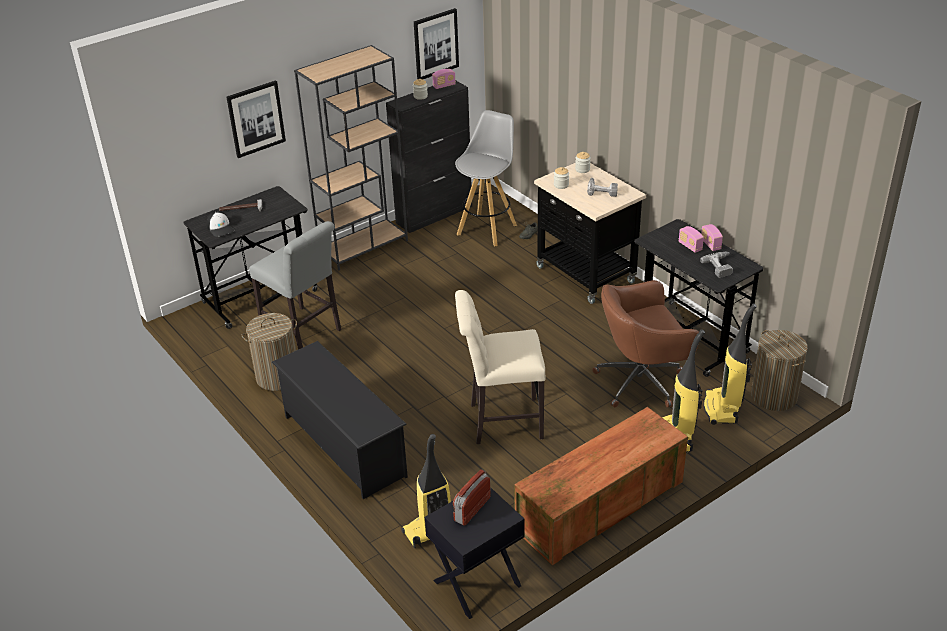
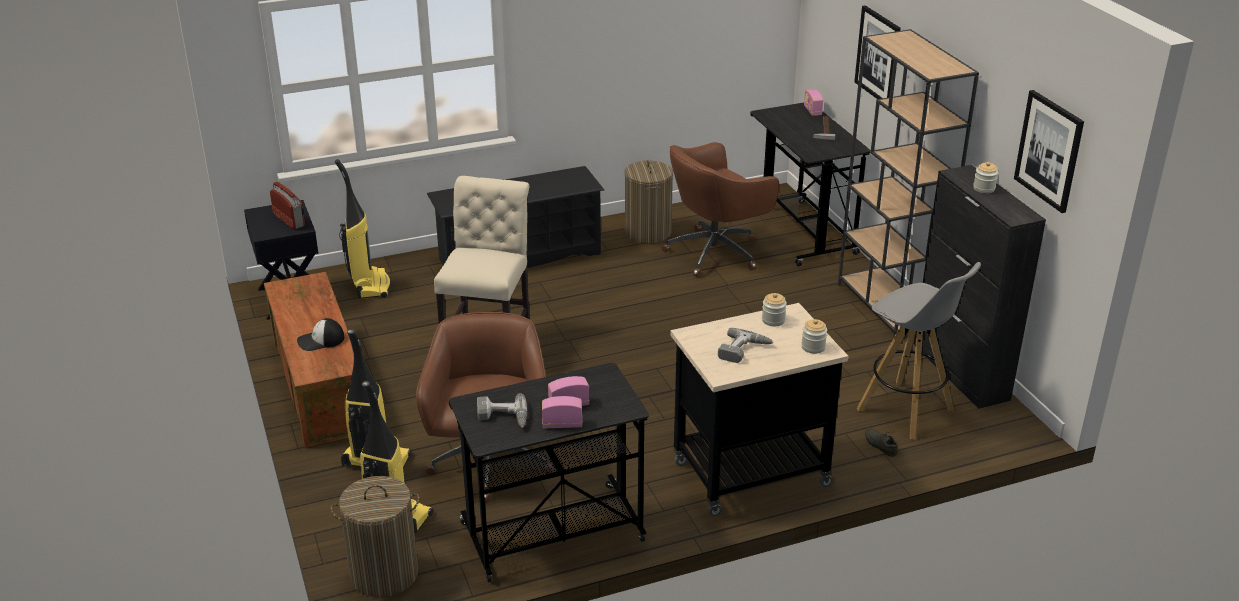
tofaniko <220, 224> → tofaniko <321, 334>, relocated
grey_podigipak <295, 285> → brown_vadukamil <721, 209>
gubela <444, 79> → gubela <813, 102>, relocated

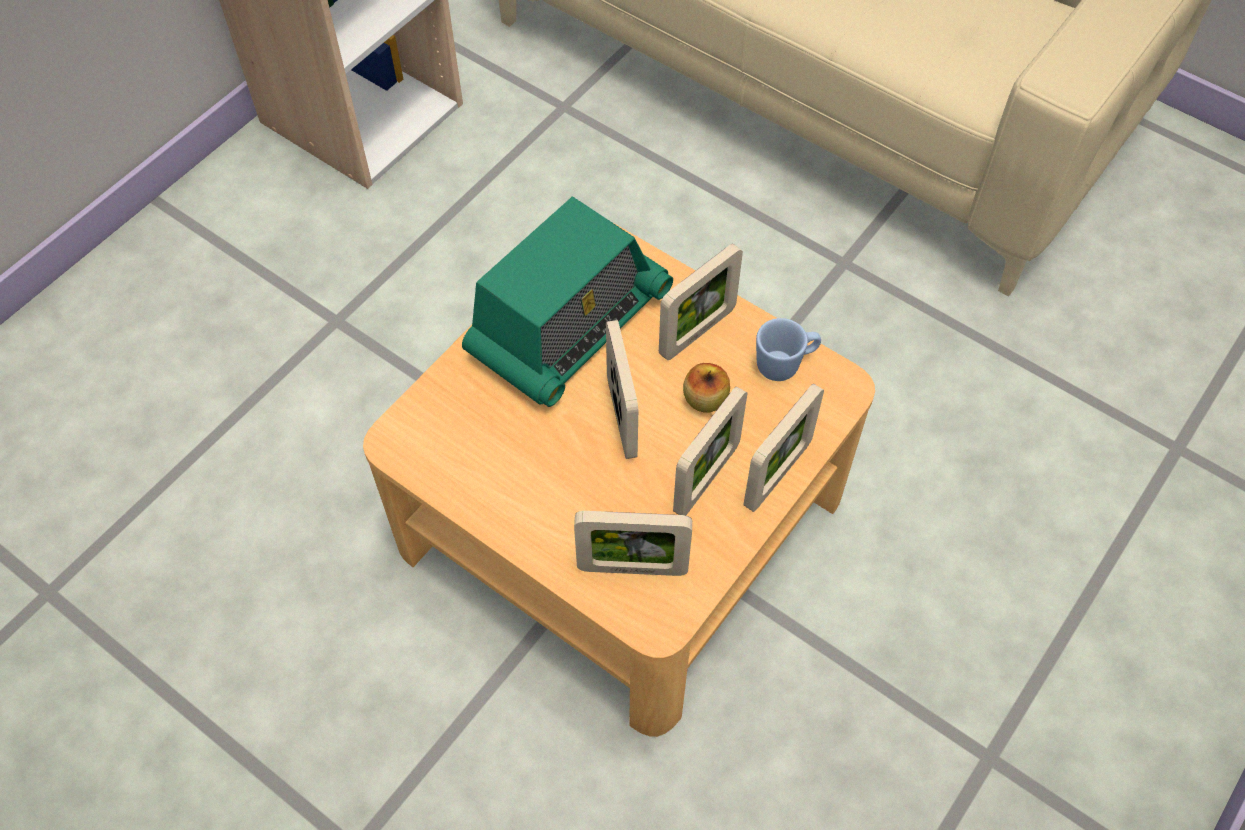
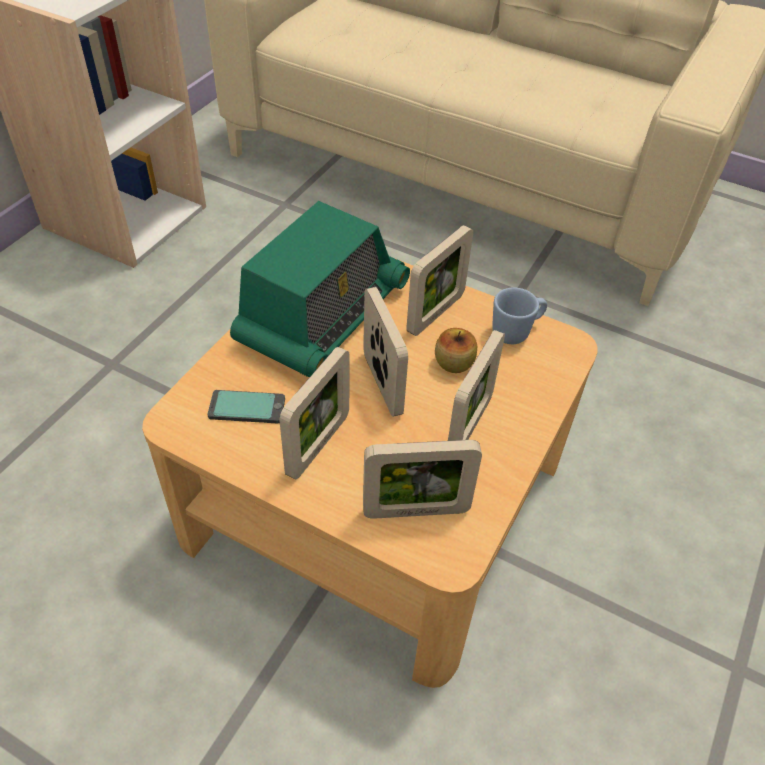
- → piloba <246, 407>
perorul <783, 448> → perorul <314, 413>, relocated

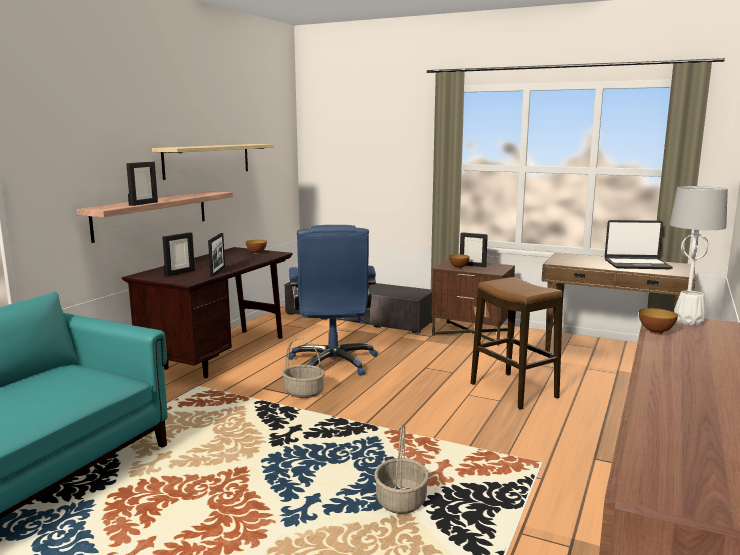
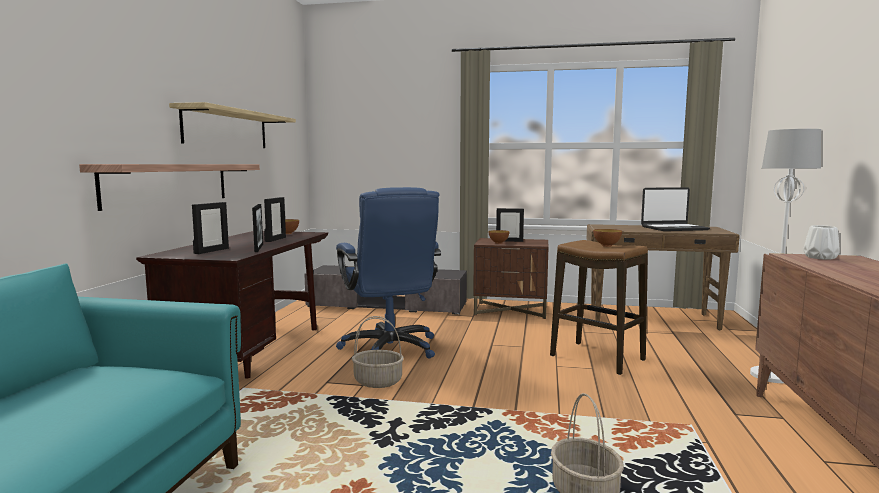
perorul <142, 184> → perorul <275, 219>, relocated
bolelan <658, 321> → bolelan <607, 238>, relocated

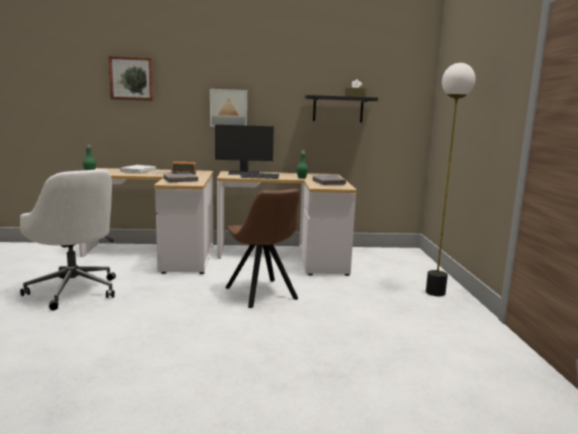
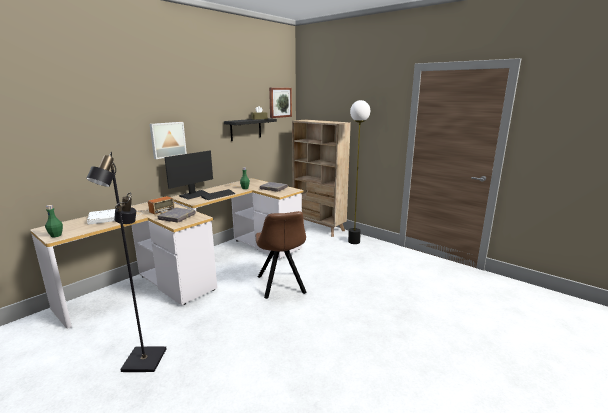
white_vadukamil <68, 239> → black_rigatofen <126, 262>
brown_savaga <262, 248> → brown_savaga <281, 255>, 60 degrees clockwise
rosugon <130, 78> → rosugon <280, 102>, relocated
- → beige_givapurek <321, 178>

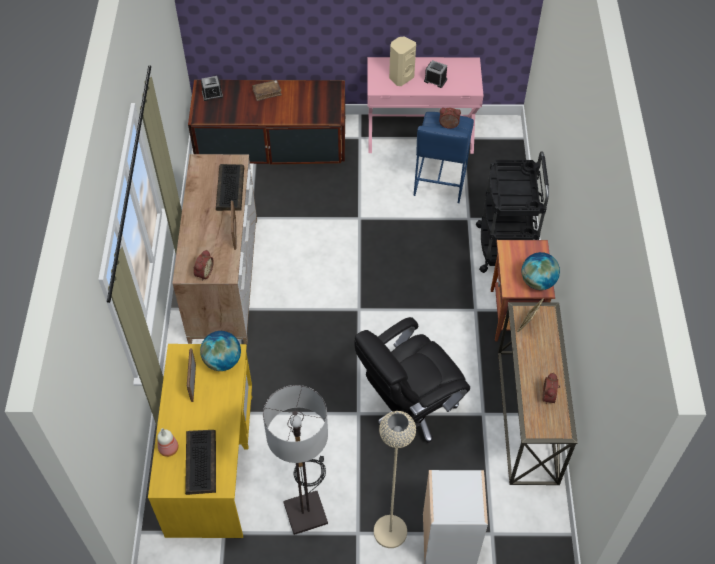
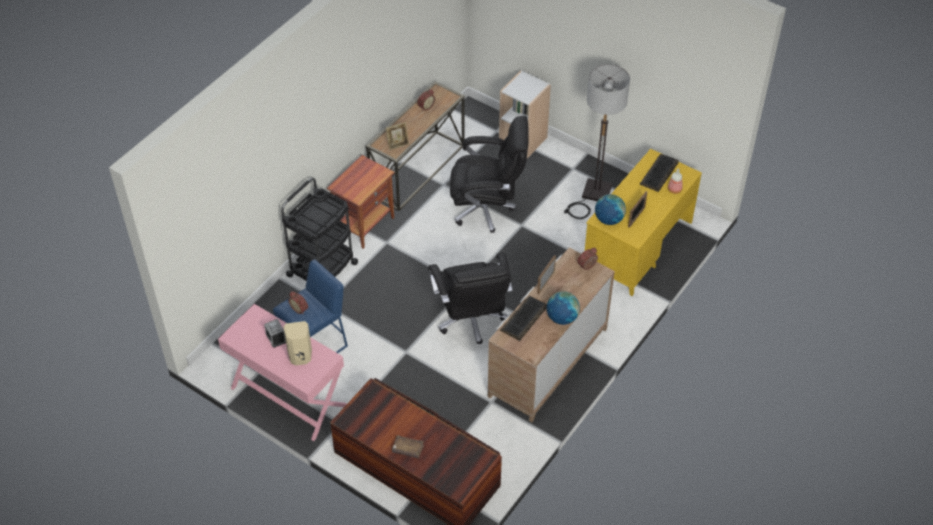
- → black_vadukamil <470, 298>
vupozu <541, 271> → vupozu <563, 308>, relocated
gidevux <212, 88> → -
beige_rigatofen <395, 479> → -

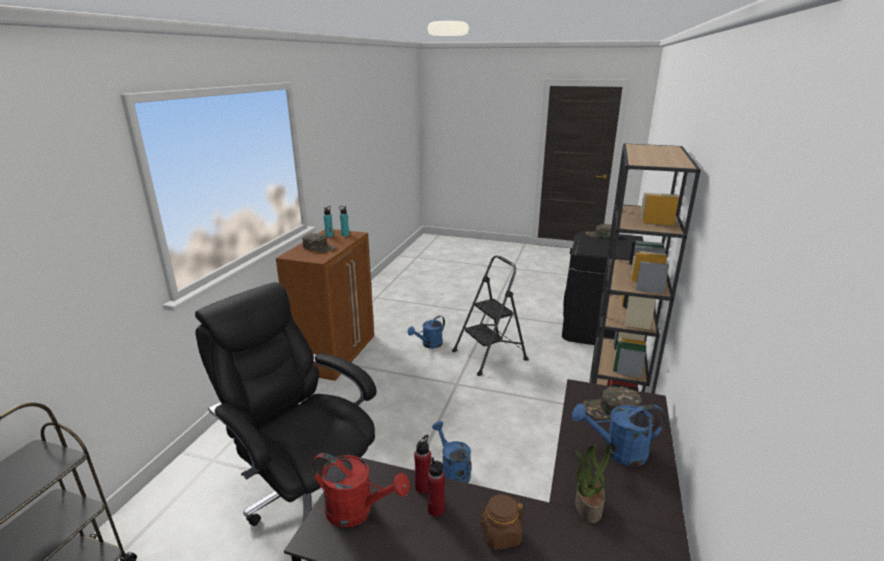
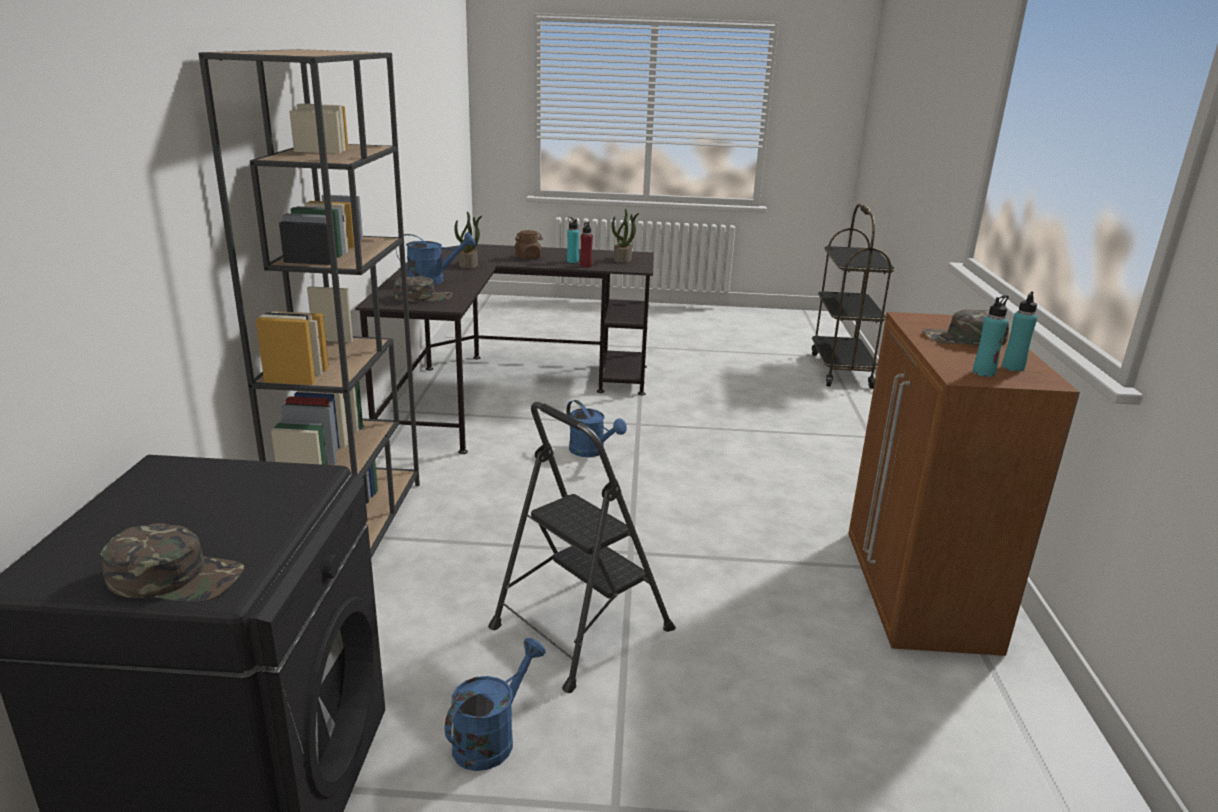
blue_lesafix <426, 332> → blue_lesafix <495, 704>, relocated
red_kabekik <436, 487> → turquoise_kabekik <573, 240>
red_lesafix <360, 490> → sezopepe <625, 235>
black_vadukamil <286, 404> → -

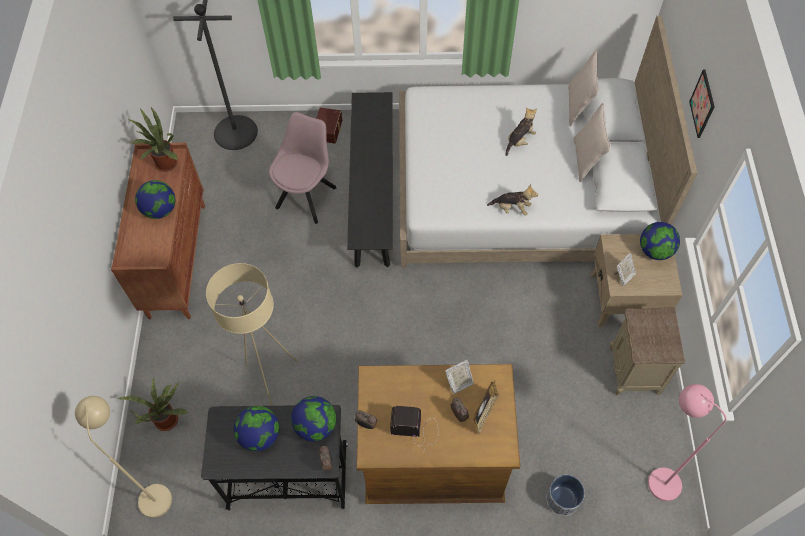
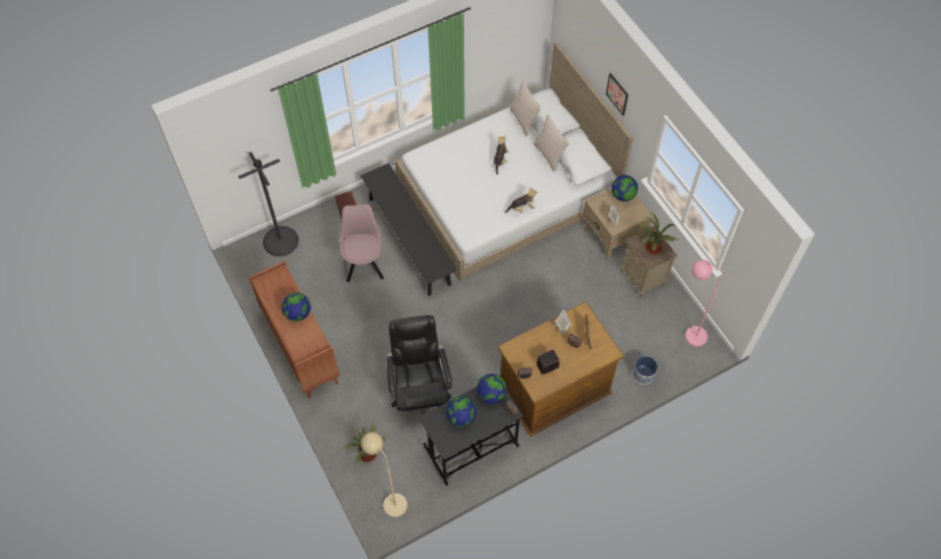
beige_rigatofen <252, 334> → black_vadukamil <419, 365>
sezopepe <153, 139> → sezopepe <658, 234>, relocated

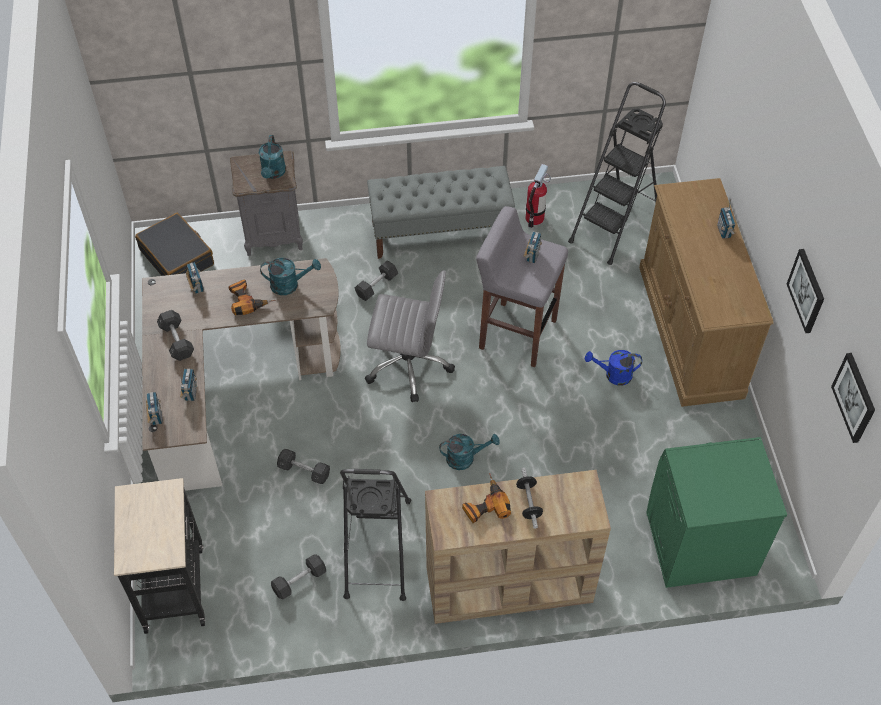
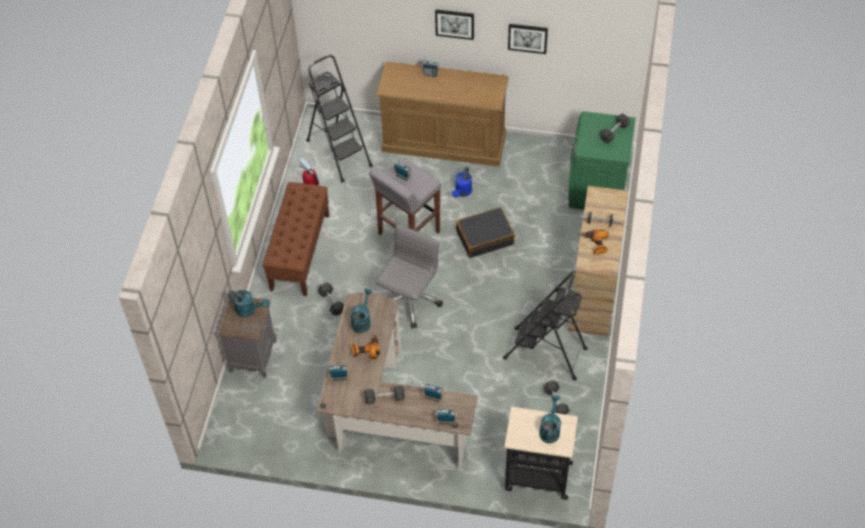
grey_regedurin <441, 212> → brown_regedurin <296, 239>
rosugon <853, 398> → rosugon <454, 24>, relocated
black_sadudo <174, 244> → black_sadudo <485, 232>, relocated
turquoise_lesafix <469, 452> → turquoise_lesafix <550, 419>, relocated
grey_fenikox <303, 466> → grey_fenikox <614, 128>, relocated

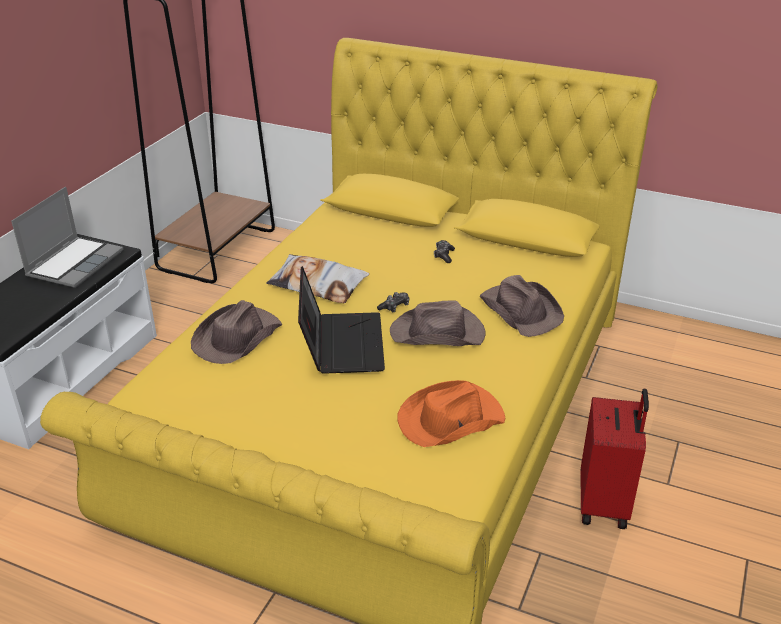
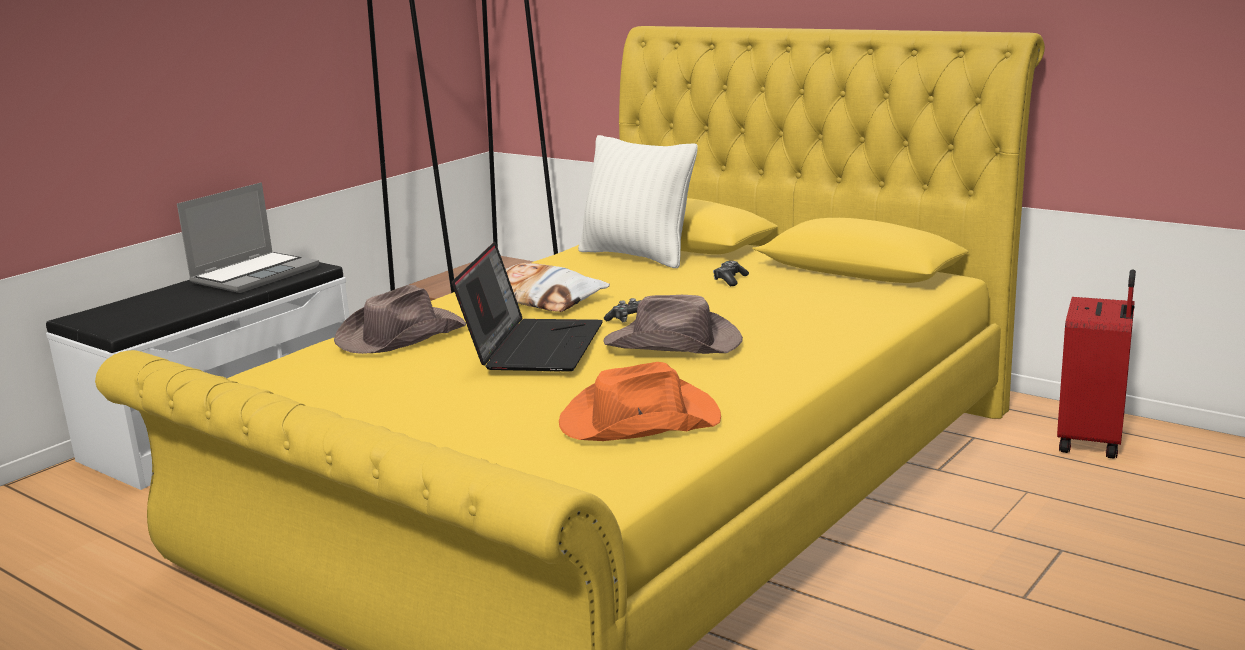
- → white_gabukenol <638, 201>
red_sadudo <614, 459> → red_sadudo <1096, 364>, relocated
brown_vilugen <522, 306> → -

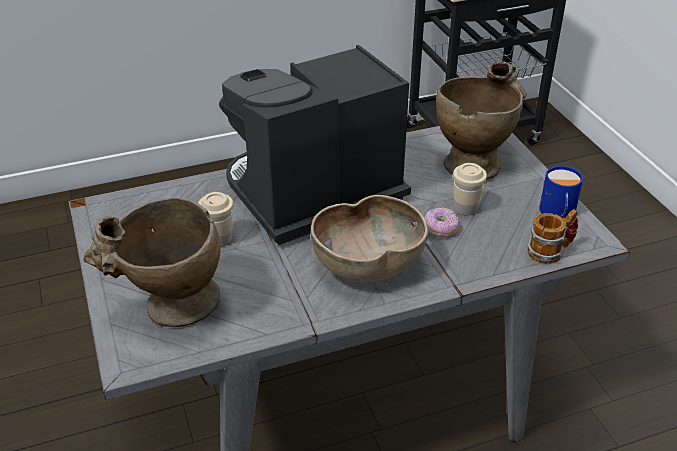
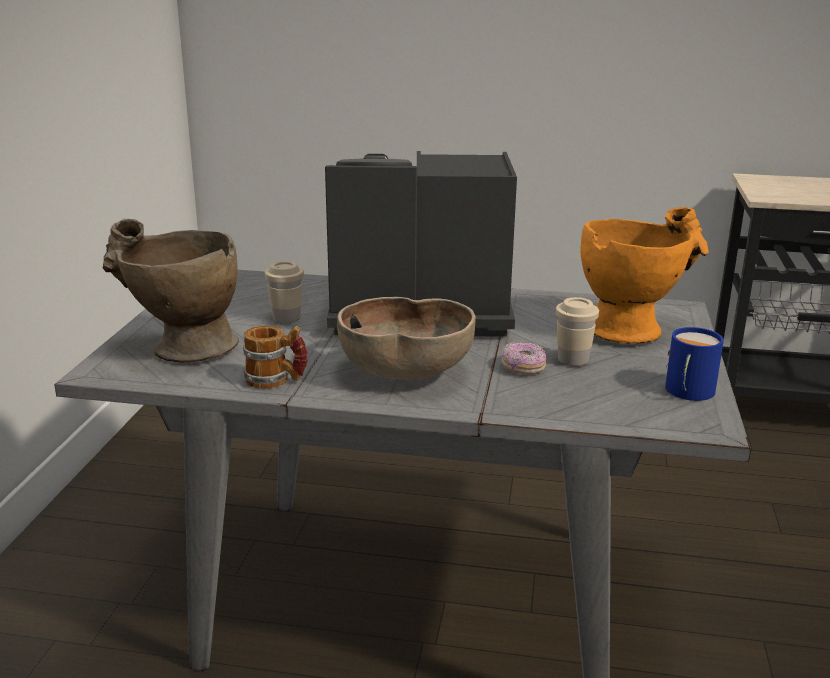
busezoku <552, 236> → busezoku <275, 357>, relocated
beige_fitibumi <481, 121> → orange_fitibumi <644, 275>

